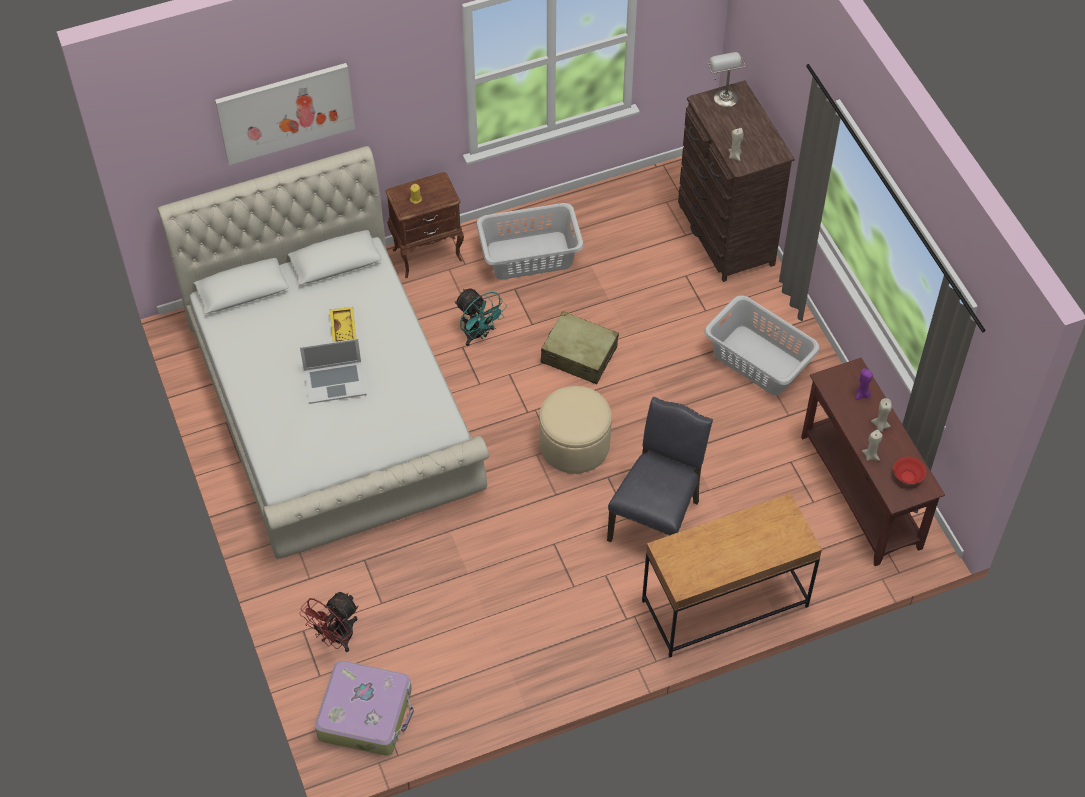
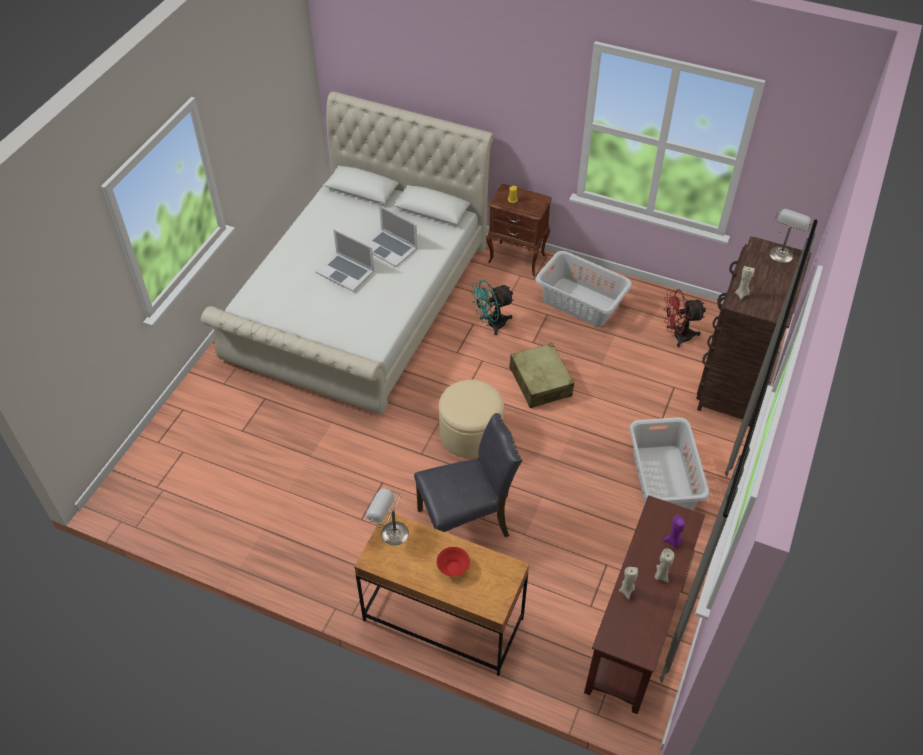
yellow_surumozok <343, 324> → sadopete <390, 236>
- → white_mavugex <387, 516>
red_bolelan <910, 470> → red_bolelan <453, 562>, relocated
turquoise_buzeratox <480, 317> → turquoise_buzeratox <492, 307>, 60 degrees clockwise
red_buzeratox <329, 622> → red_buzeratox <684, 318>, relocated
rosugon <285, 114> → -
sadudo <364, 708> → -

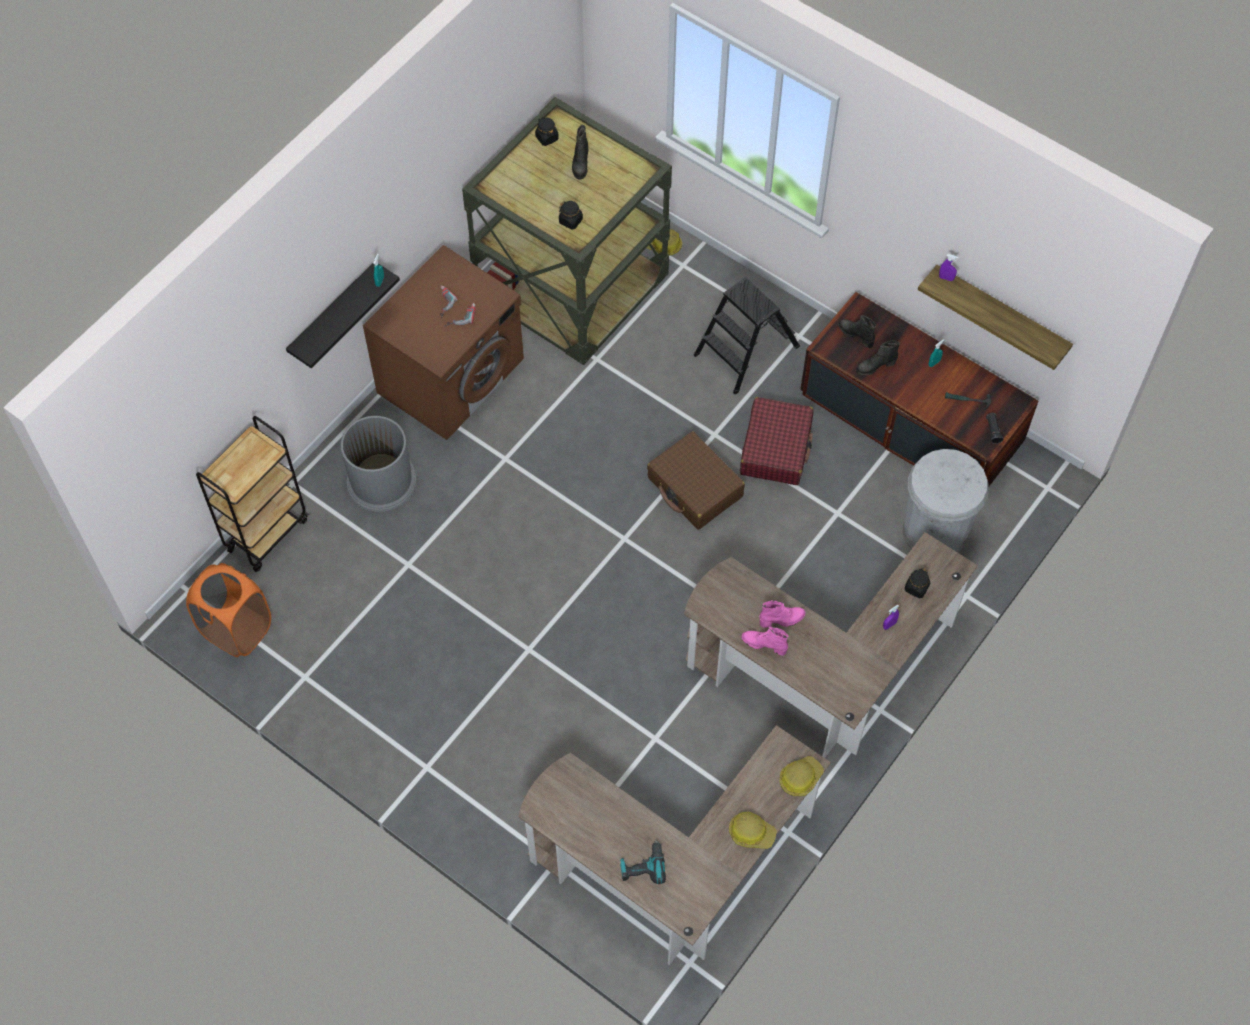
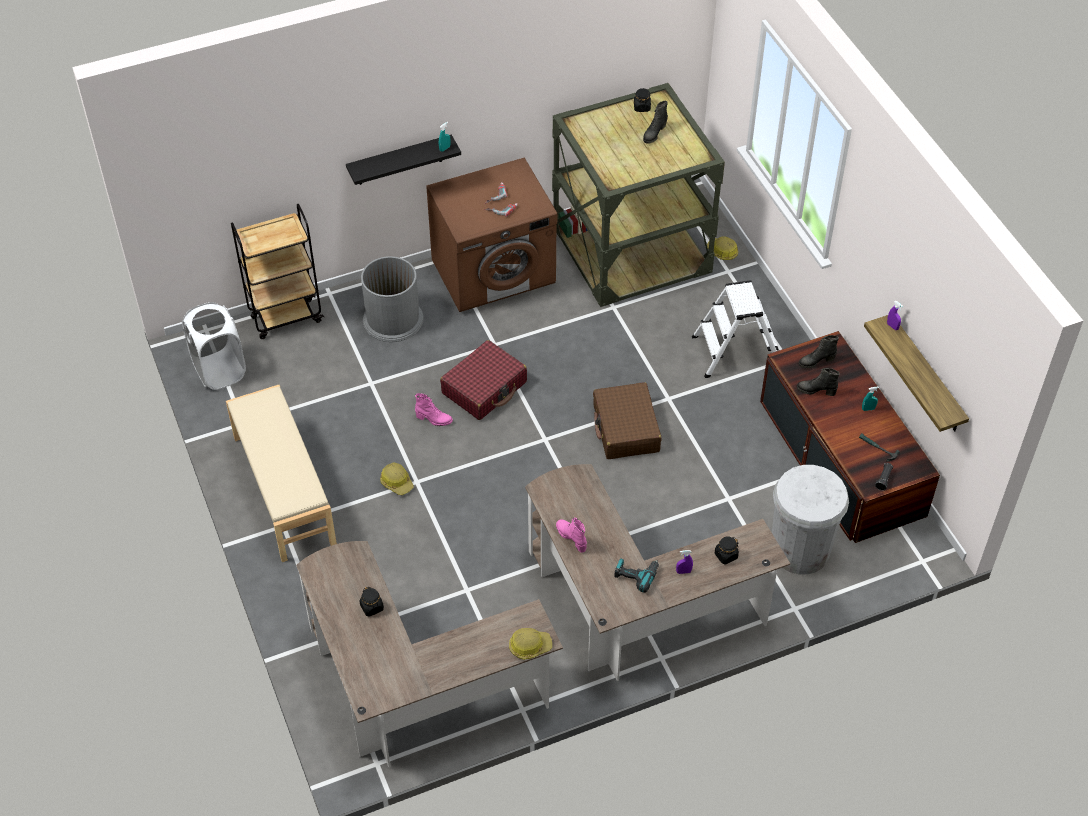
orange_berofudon <228, 610> → white_berofudon <214, 346>
- → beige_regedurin <281, 473>
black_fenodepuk <571, 215> → black_fenodepuk <371, 602>, relocated
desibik <753, 830> → desibik <397, 478>, relocated
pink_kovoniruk <782, 614> → pink_kovoniruk <434, 409>, relocated
red_sadudo <777, 441> → red_sadudo <483, 380>, relocated
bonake <643, 861> → bonake <636, 575>, relocated
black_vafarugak <747, 335> → white_vafarugak <735, 329>
black_kovoniruk <857, 331> → black_kovoniruk <819, 351>, 90 degrees counterclockwise

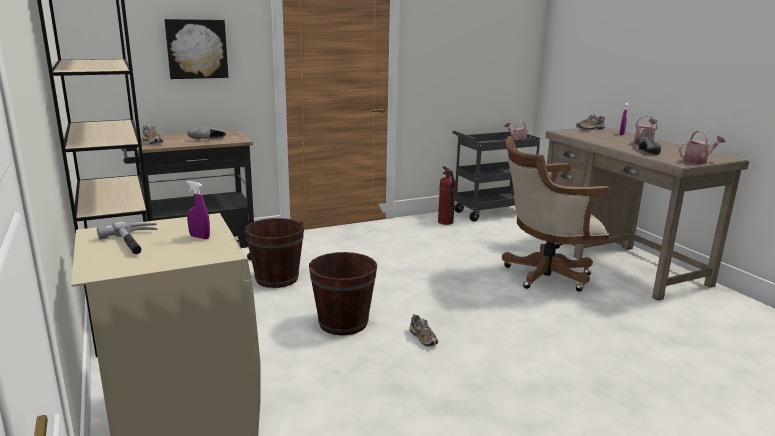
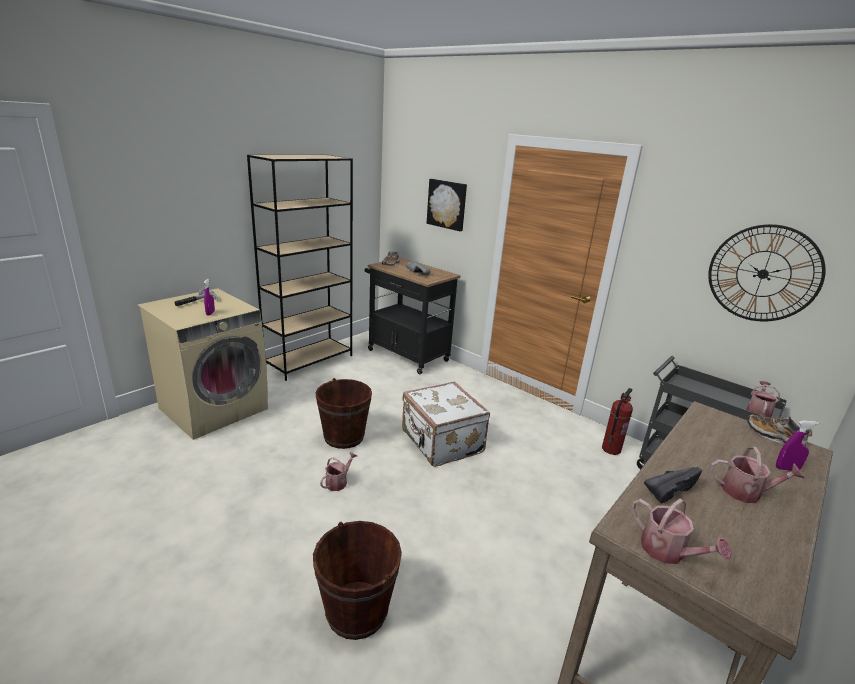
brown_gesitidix <274, 253> → brown_gesitidix <357, 580>, relocated
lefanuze <424, 330> → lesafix <338, 471>
- → white_sadudo <446, 424>
- → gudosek <767, 273>
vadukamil <557, 214> → -

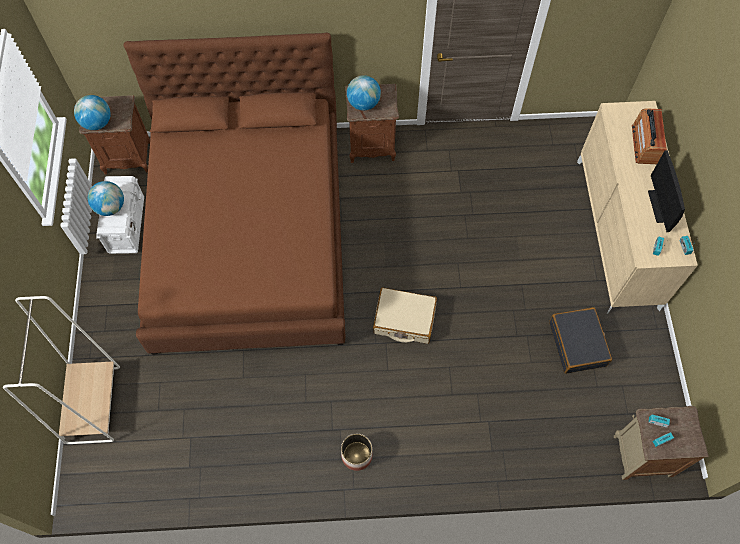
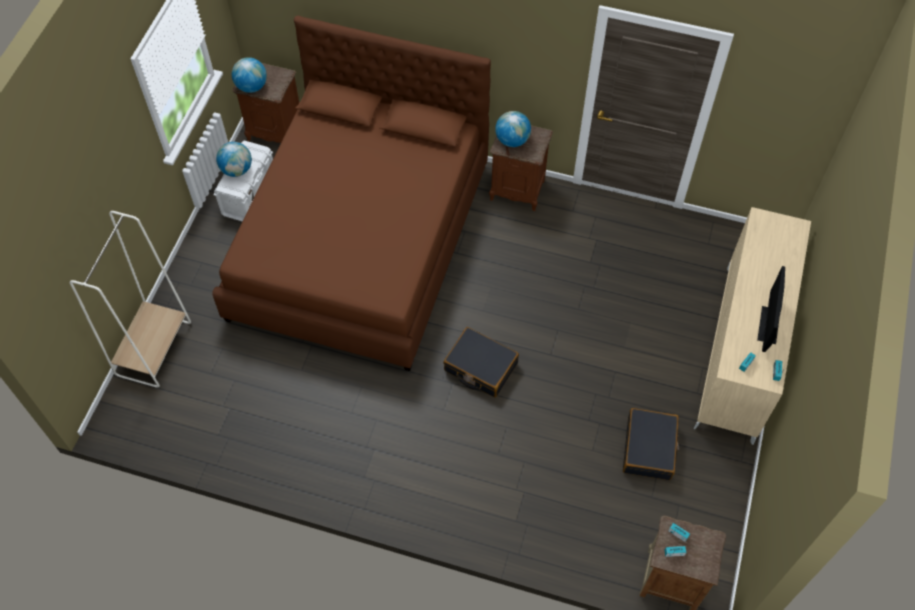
beige_sadudo <405, 315> → black_sadudo <481, 362>
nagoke <357, 452> → -
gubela <649, 136> → -

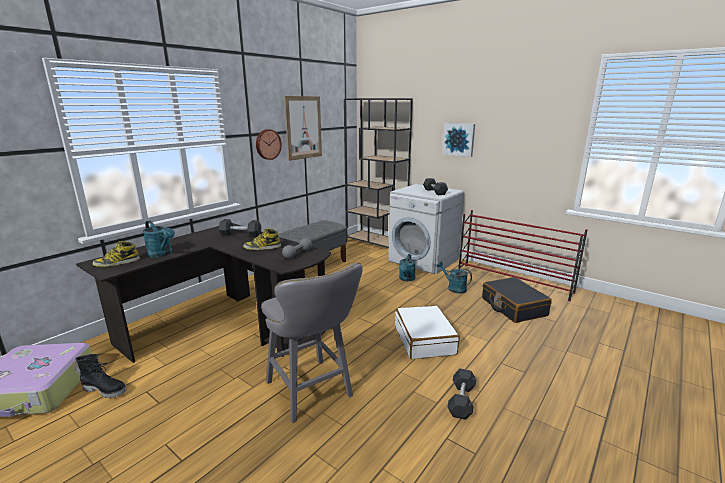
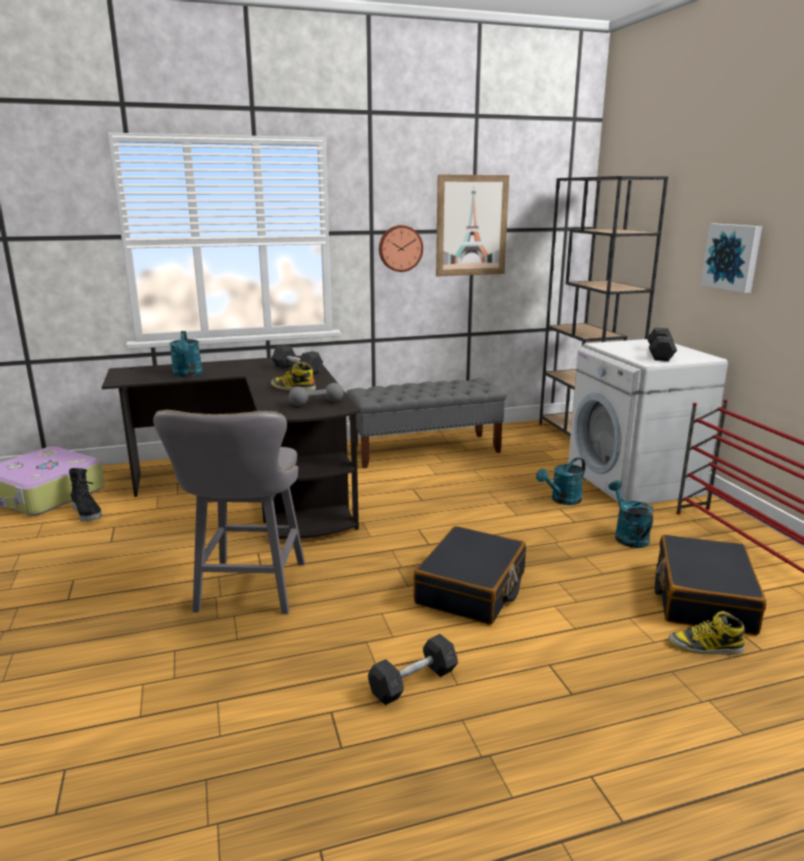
white_sadudo <427, 332> → black_sadudo <469, 575>
kovoniruk <116, 254> → kovoniruk <706, 633>, relocated

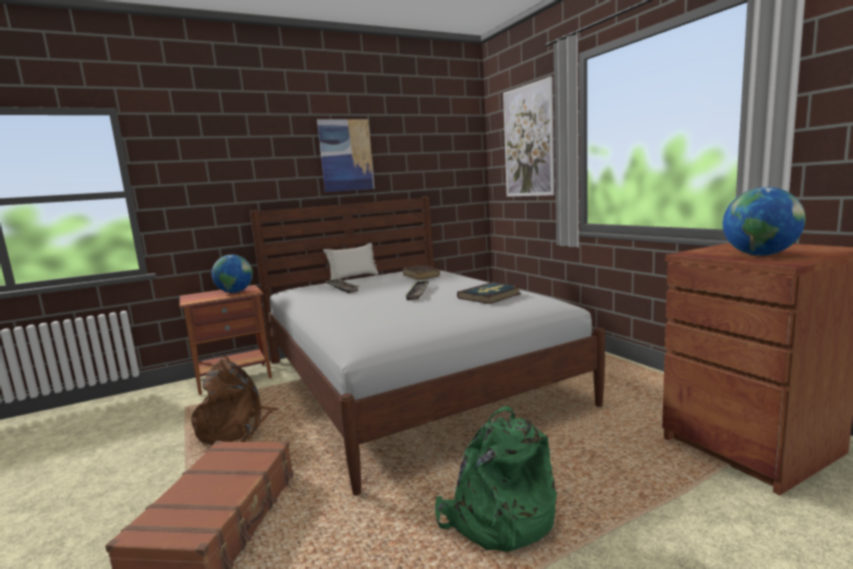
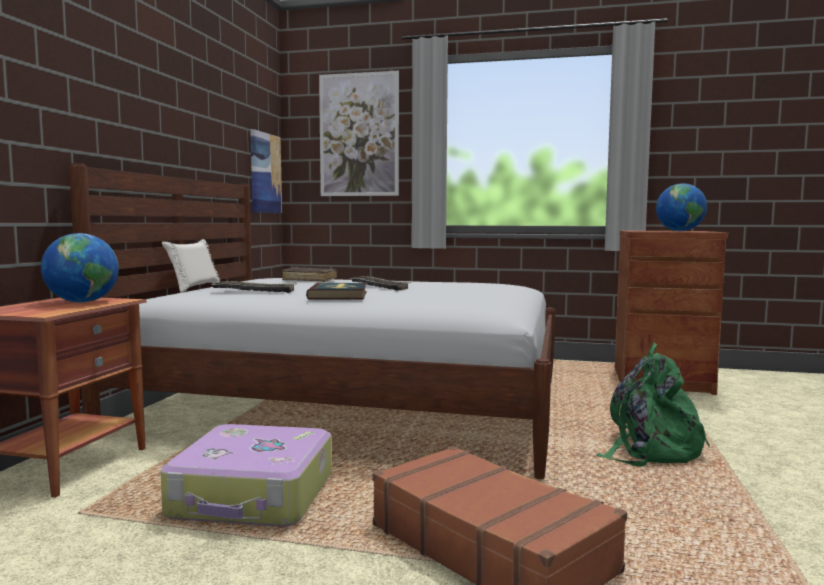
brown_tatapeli <234, 400> → sadudo <246, 475>
rosugon <346, 155> → rosugon <266, 171>, relocated
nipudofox <489, 293> → nipudofox <336, 291>, relocated

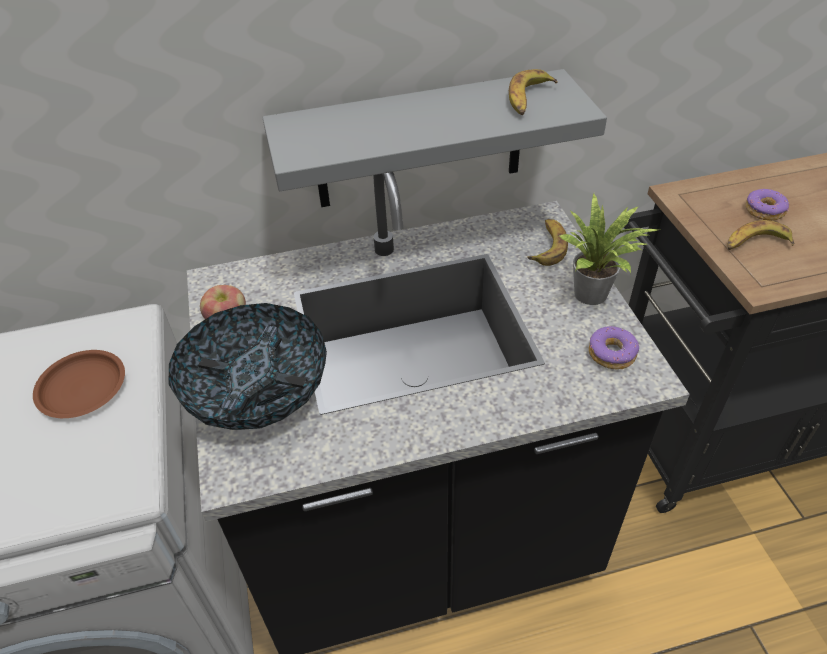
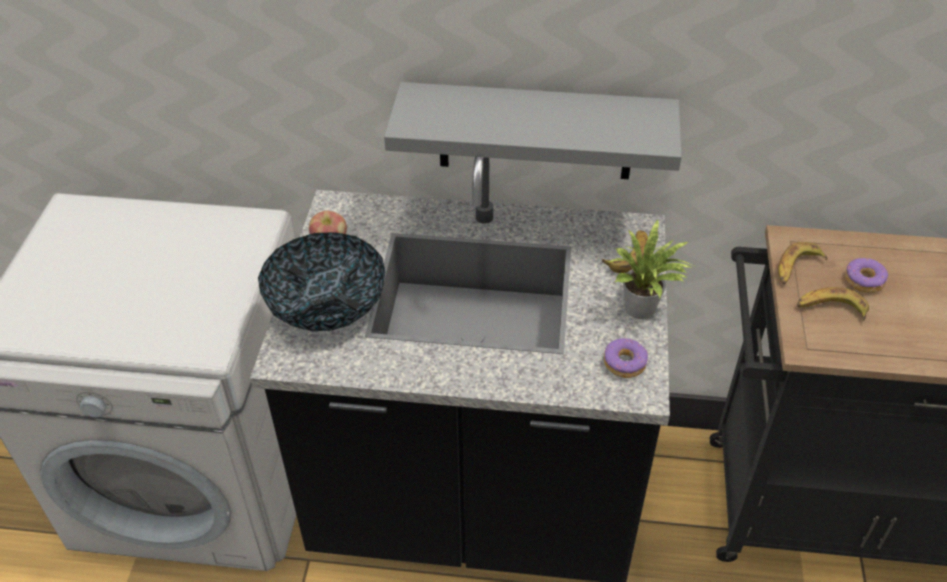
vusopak <533, 92> → vusopak <803, 263>, relocated
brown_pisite <79, 384> → -

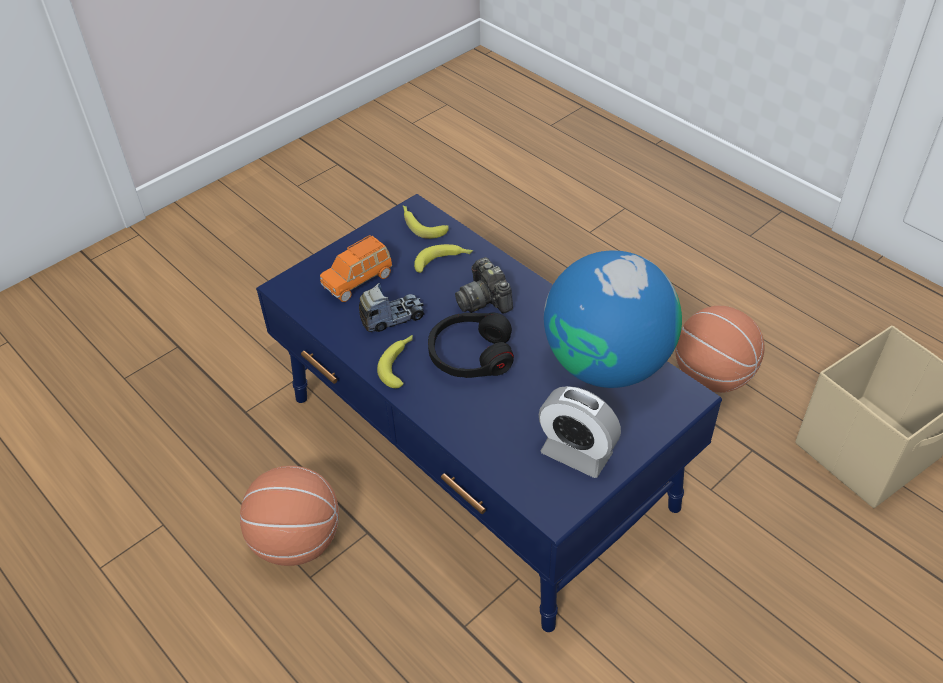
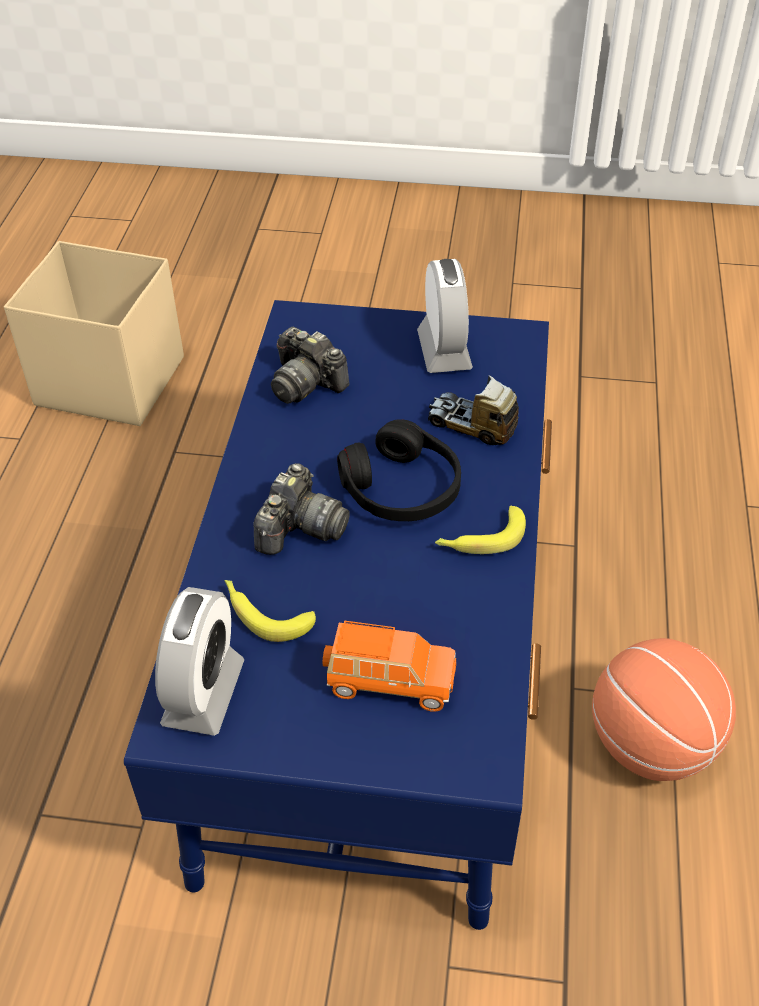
vusopak <426, 222> → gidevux <199, 661>
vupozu <613, 319> → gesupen <310, 365>
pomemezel <391, 307> → pomemezel <473, 410>, relocated
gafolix <719, 349> → -

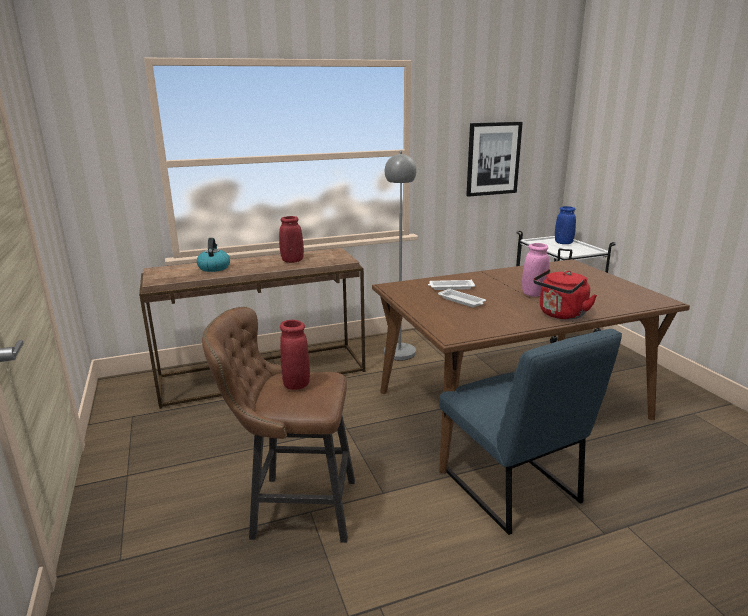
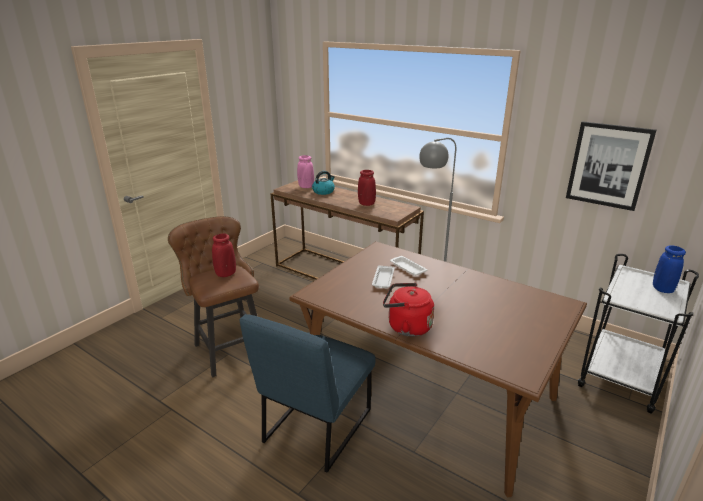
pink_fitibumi <535, 270> → pink_fitibumi <305, 171>, relocated

